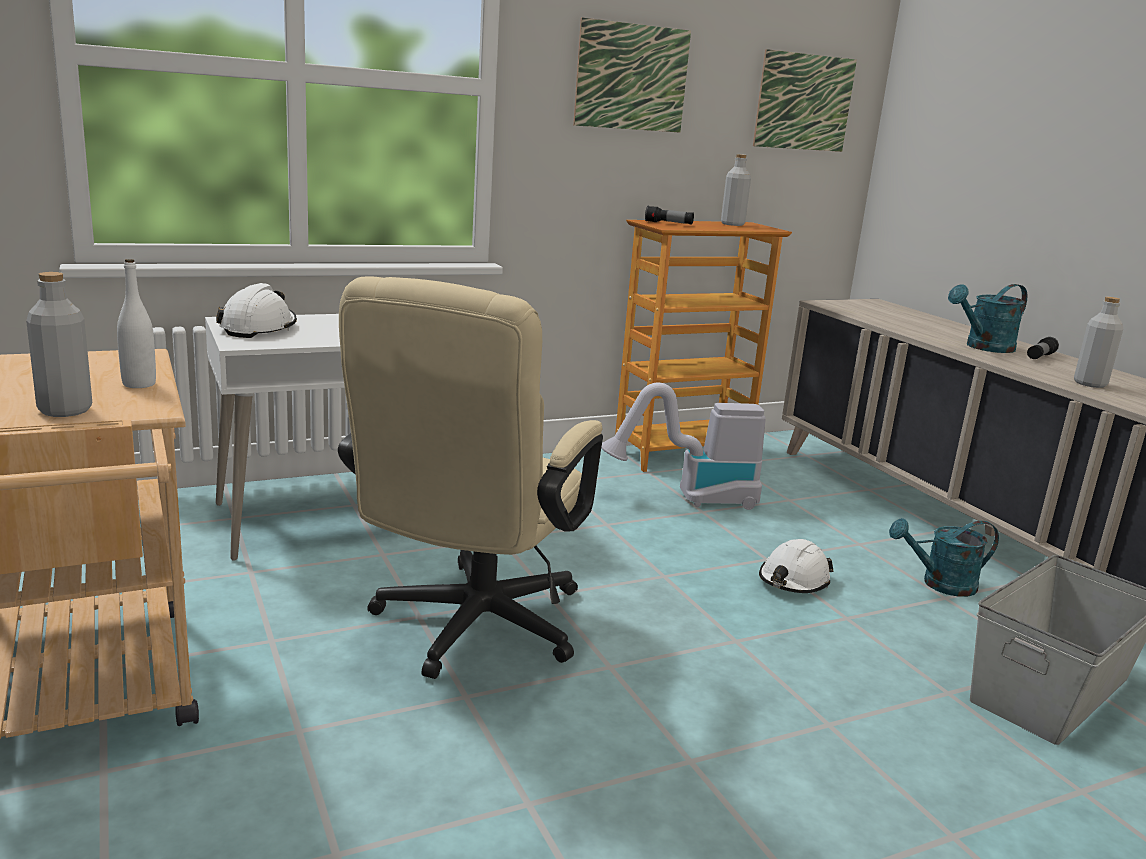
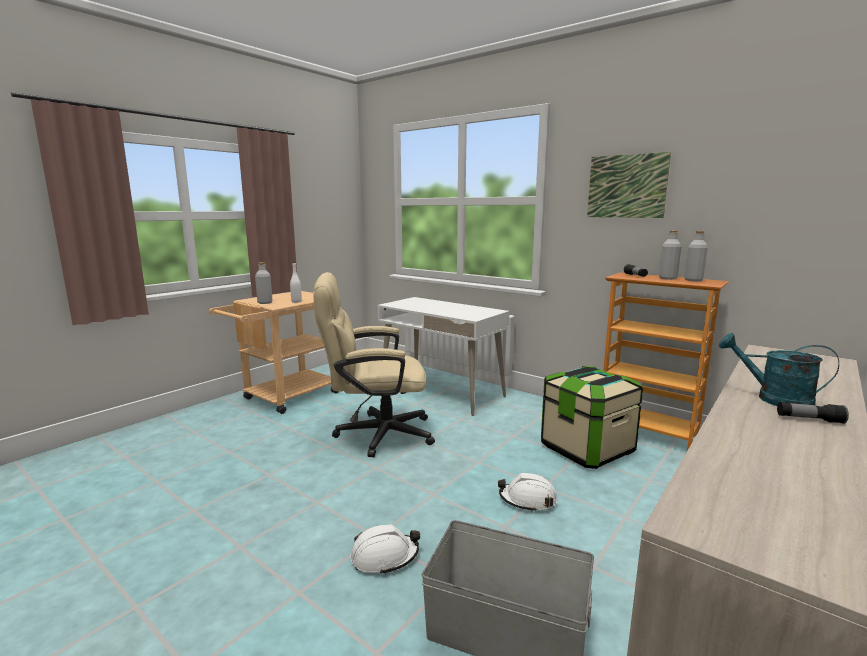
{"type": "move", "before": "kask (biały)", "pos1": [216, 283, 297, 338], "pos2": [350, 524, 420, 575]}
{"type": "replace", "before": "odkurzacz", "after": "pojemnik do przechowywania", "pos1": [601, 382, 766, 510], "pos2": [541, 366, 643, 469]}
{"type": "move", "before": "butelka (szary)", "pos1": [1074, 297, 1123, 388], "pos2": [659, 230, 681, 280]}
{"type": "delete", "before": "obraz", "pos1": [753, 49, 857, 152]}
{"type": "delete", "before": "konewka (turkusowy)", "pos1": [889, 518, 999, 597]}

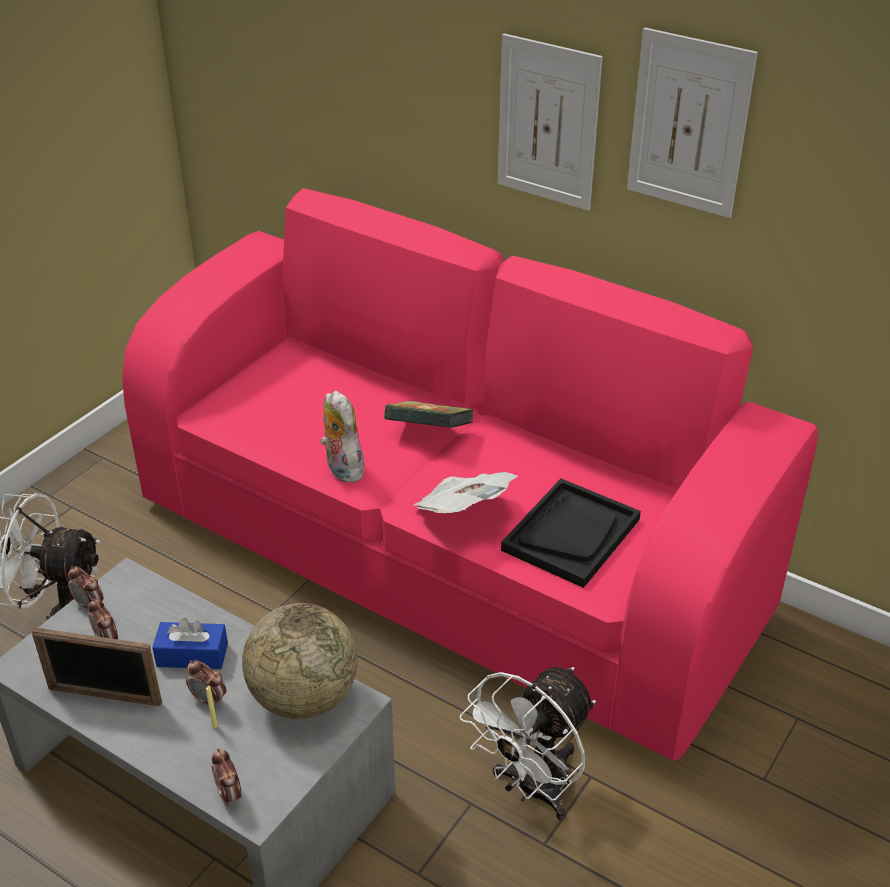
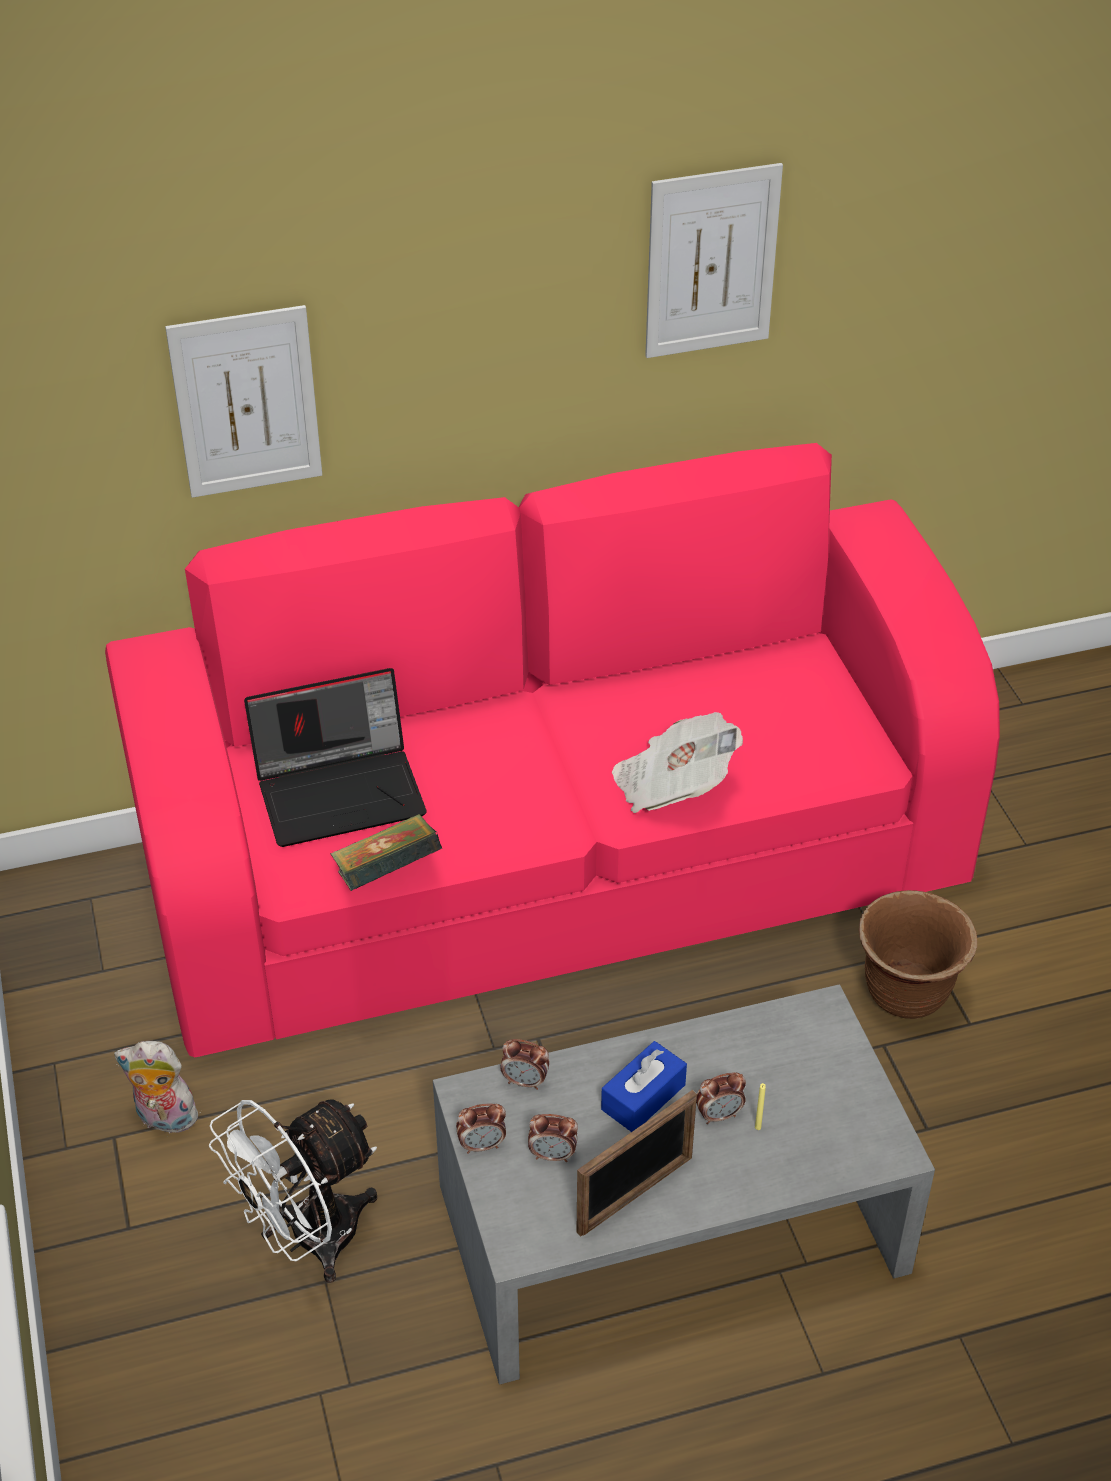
{"type": "move", "before": "pluszak", "pos1": [320, 390, 365, 483], "pos2": [114, 1041, 198, 1133]}
{"type": "move", "before": "obraz", "pos1": [498, 34, 603, 211], "pos2": [165, 305, 322, 498]}
{"type": "insert", "after": "laptop", "pos2": [244, 668, 427, 847]}
{"type": "move", "before": "książka", "pos1": [384, 401, 474, 428], "pos2": [330, 814, 442, 891]}
{"type": "move", "before": "budzik", "pos1": [211, 748, 241, 807], "pos2": [500, 1039, 549, 1090]}
{"type": "replace", "before": "wentylator (biały)", "after": "donica (brązowy)", "pos1": [460, 667, 596, 820], "pos2": [859, 890, 977, 1019]}
{"type": "delete", "before": "globus", "pos1": [242, 603, 357, 720]}
{"type": "delete", "before": "taca (czarny)", "pos1": [501, 479, 641, 588]}

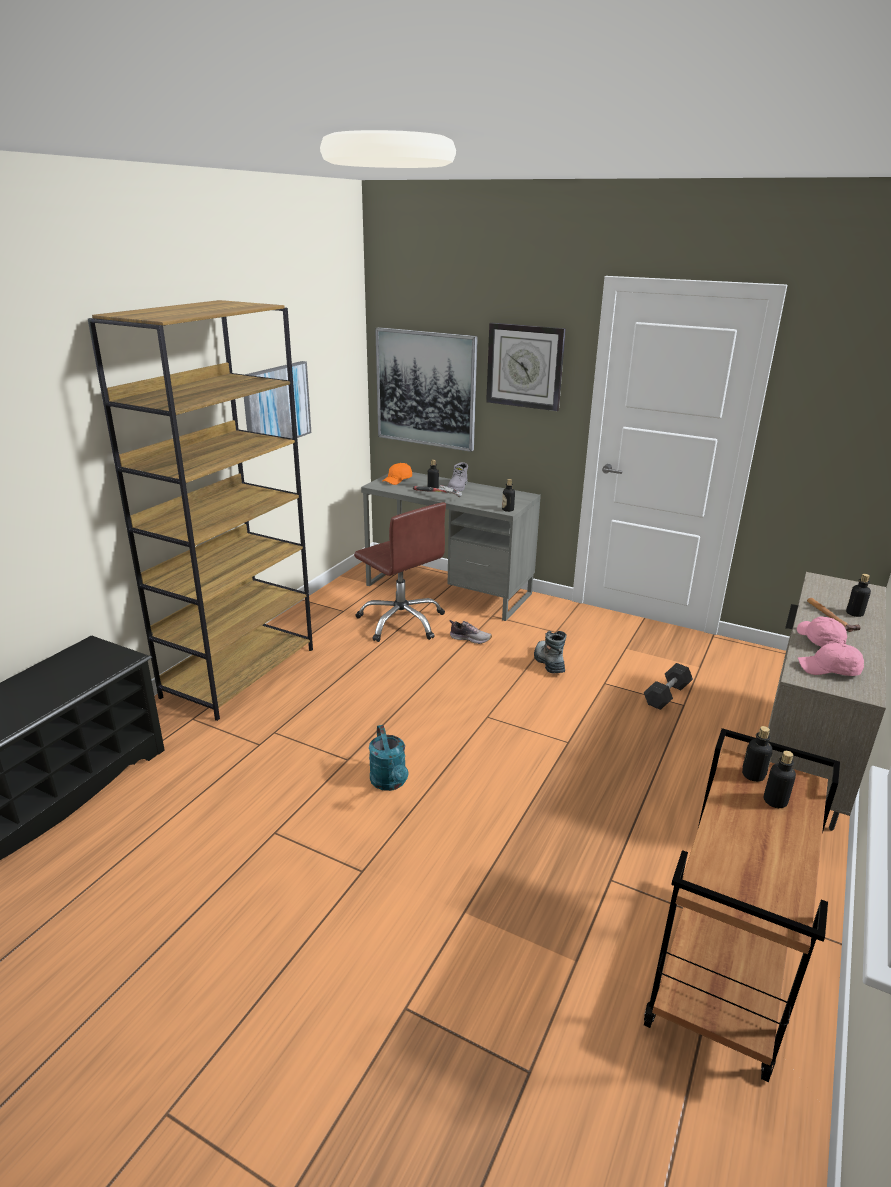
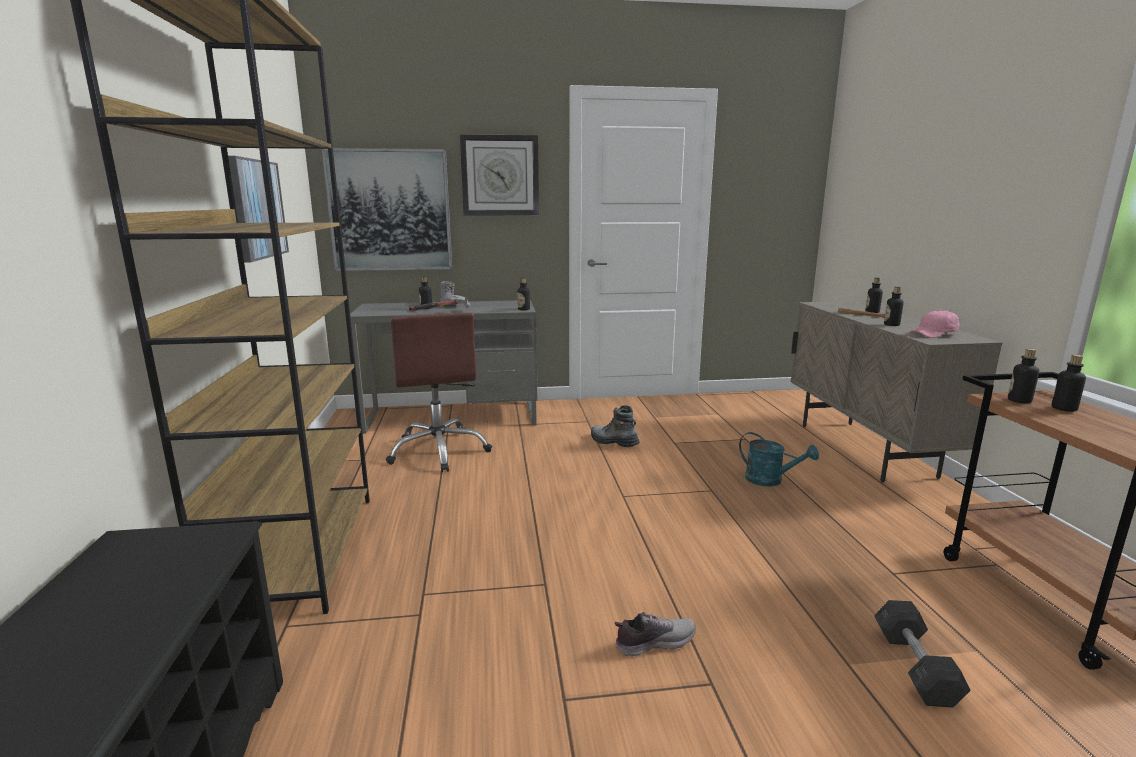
{"type": "rotate", "before": "krzesło biurowe (brązowy)", "pos1": [354, 502, 446, 642], "pos2": [386, 313, 492, 472], "turn": 60}
{"type": "move", "before": "but", "pos1": [450, 620, 492, 644], "pos2": [615, 612, 696, 657]}
{"type": "move", "before": "konewka (turkusowy)", "pos1": [369, 725, 409, 791], "pos2": [739, 432, 819, 486]}
{"type": "move", "before": "hantel (szary)", "pos1": [644, 663, 693, 710], "pos2": [874, 600, 971, 708]}
{"type": "replace", "before": "czapka z daszkiem (różowy)", "after": "butelka", "pos1": [797, 616, 847, 647], "pos2": [884, 287, 904, 326]}
{"type": "delete", "before": "czapka z daszkiem (pomarańczowy)", "pos1": [382, 463, 412, 485]}

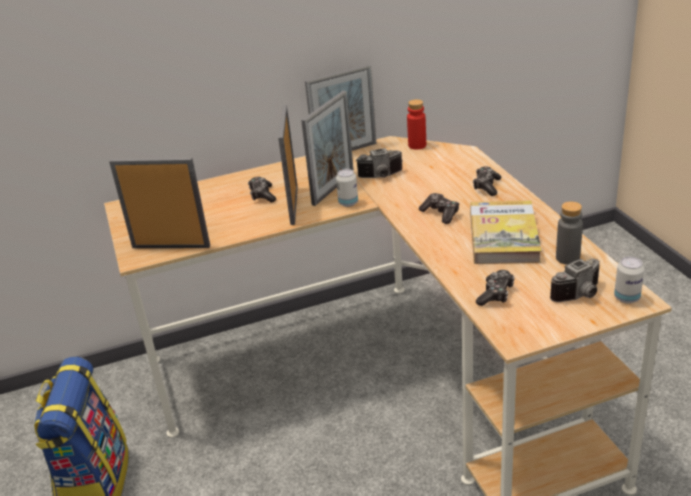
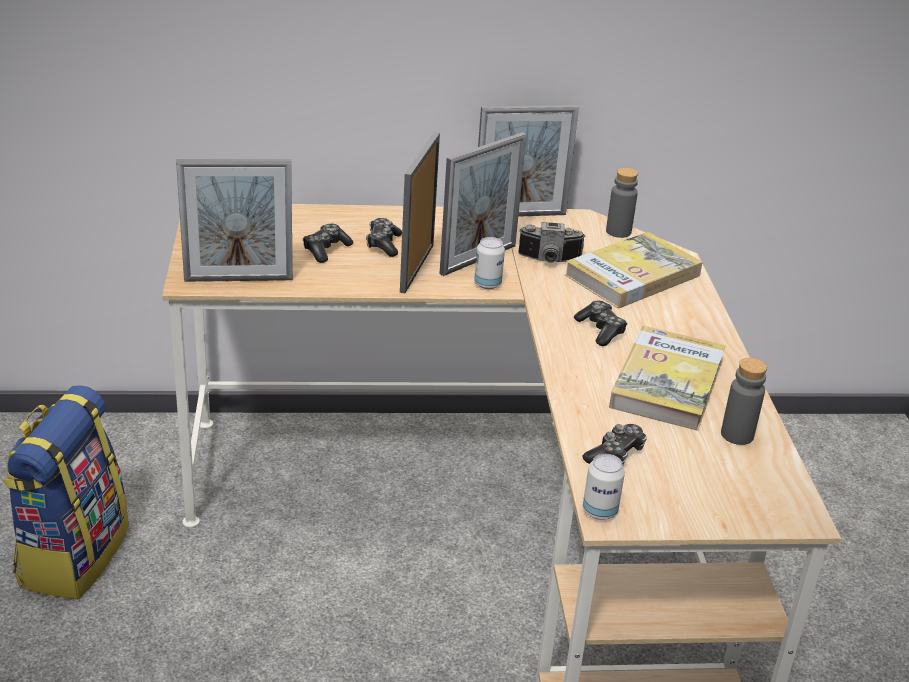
{"type": "rotate", "before": "ramka na zdjęcie", "pos1": [109, 158, 210, 248], "pos2": [176, 159, 293, 282], "turn": 150}
{"type": "move", "before": "pad do gier", "pos1": [473, 167, 501, 196], "pos2": [303, 224, 353, 263]}
{"type": "insert", "after": "książka", "pos2": [565, 232, 702, 308]}
{"type": "move", "before": "puszka", "pos1": [614, 256, 644, 304], "pos2": [583, 454, 625, 520]}
{"type": "recolor", "before": "butelka (czerwony)", "after": "butelka (szary)", "pos1": [407, 99, 426, 150], "pos2": [606, 168, 638, 238]}
{"type": "delete", "before": "aparat fotograficzny", "pos1": [550, 259, 600, 302]}

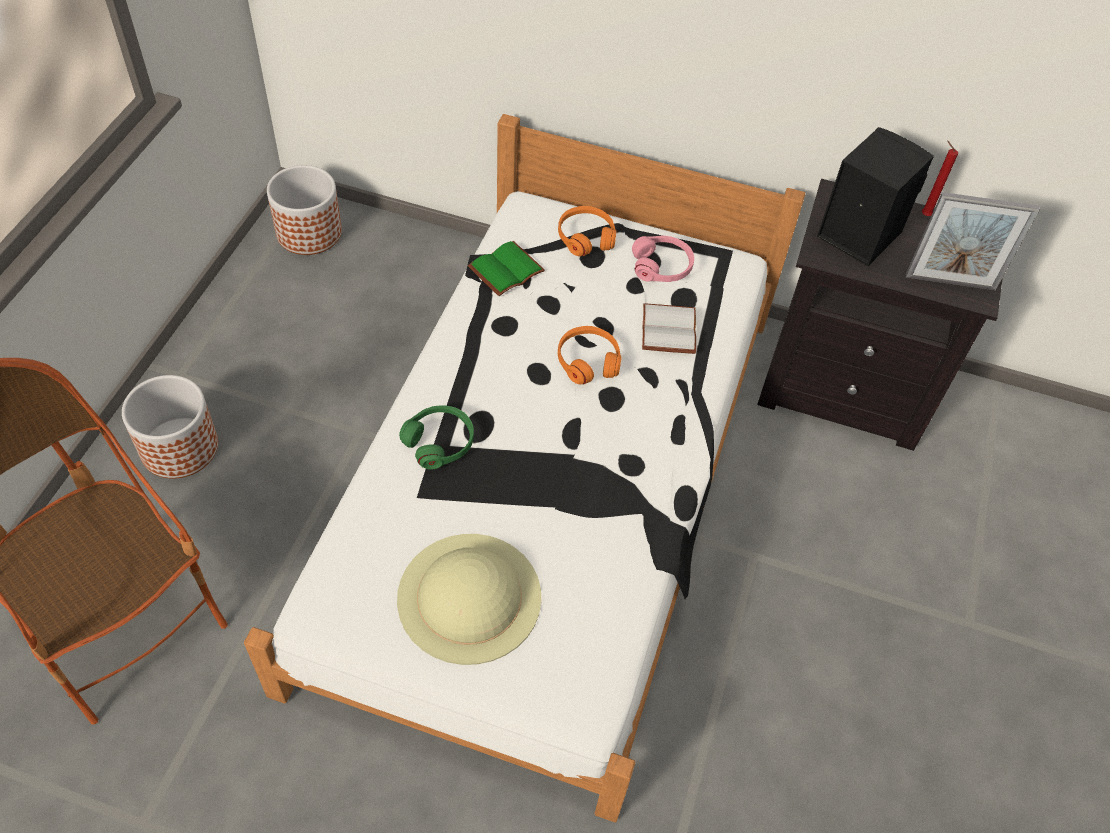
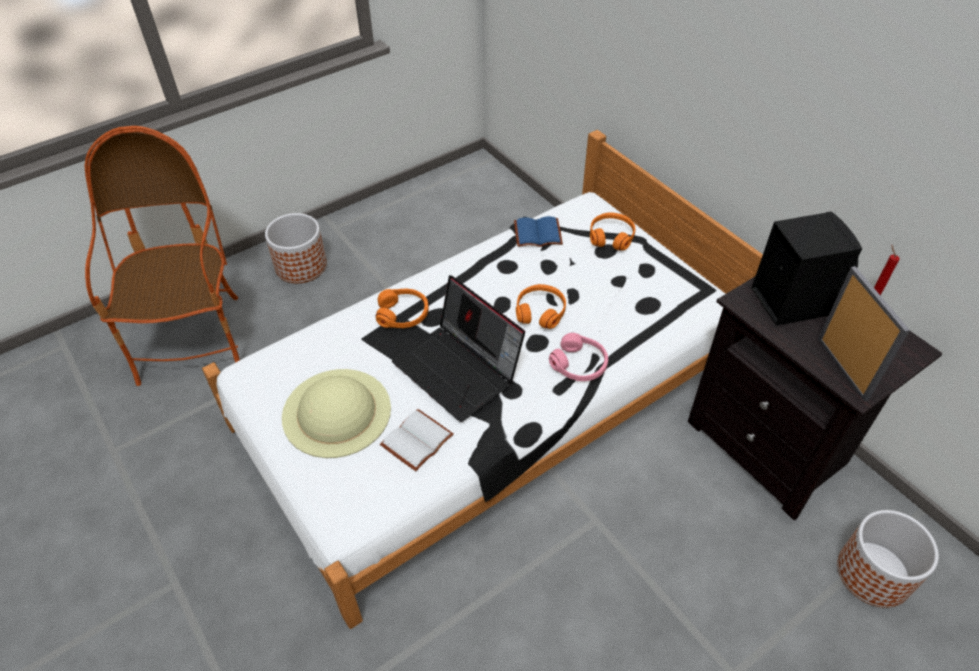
{"type": "recolor", "before": "słuchawki (zielony)", "after": "słuchawki (pomarańczowy)", "pos1": [399, 405, 474, 470], "pos2": [376, 288, 429, 328]}
{"type": "move", "before": "książka (biały)", "pos1": [642, 303, 696, 354], "pos2": [380, 409, 454, 471]}
{"type": "insert", "after": "laptop", "pos2": [392, 275, 525, 422]}
{"type": "recolor", "before": "książka (zielony)", "after": "książka (niebieski)", "pos1": [468, 241, 545, 296], "pos2": [514, 216, 563, 247]}
{"type": "move", "before": "słuchawki (różowy)", "pos1": [632, 236, 694, 282], "pos2": [549, 333, 608, 381]}
{"type": "rotate", "before": "ramka na zdjęcie", "pos1": [906, 192, 1040, 290], "pos2": [818, 266, 910, 402], "turn": -150}
{"type": "move", "before": "donica", "pos1": [267, 165, 342, 255], "pos2": [837, 510, 939, 608]}

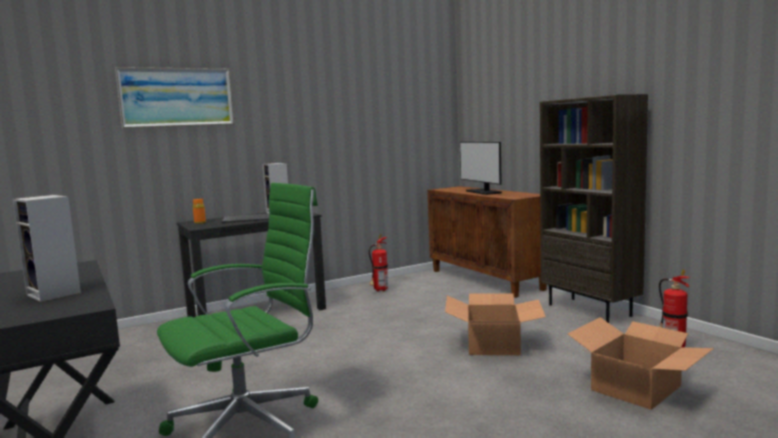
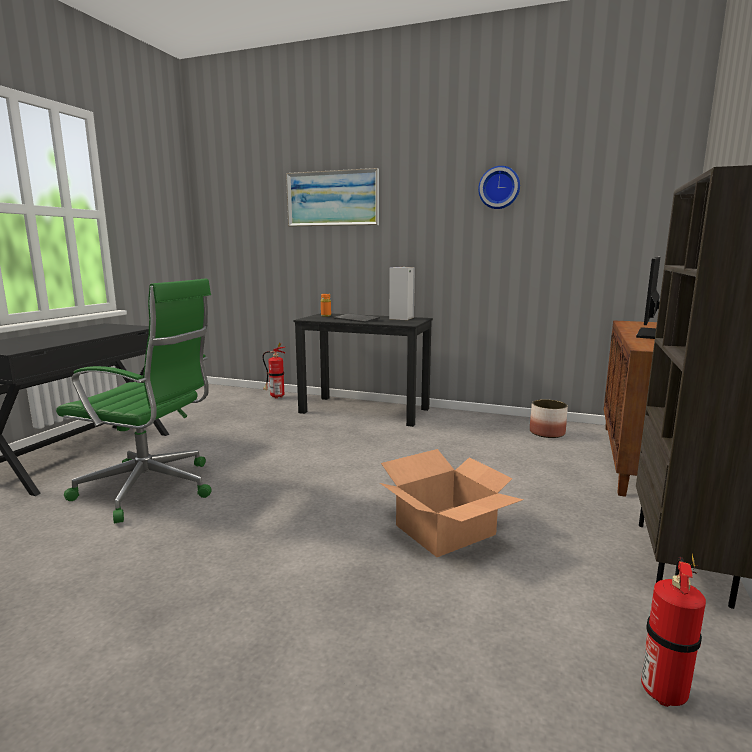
{"type": "move", "before": "gaśnica", "pos1": [369, 234, 388, 292], "pos2": [262, 343, 285, 398]}
{"type": "insert", "after": "zegar ścienny", "pos2": [478, 166, 520, 209]}
{"type": "insert", "after": "donica", "pos2": [530, 399, 568, 438]}
{"type": "delete", "before": "głośnik", "pos1": [13, 195, 81, 302]}
{"type": "delete", "before": "karton", "pos1": [568, 317, 714, 410]}

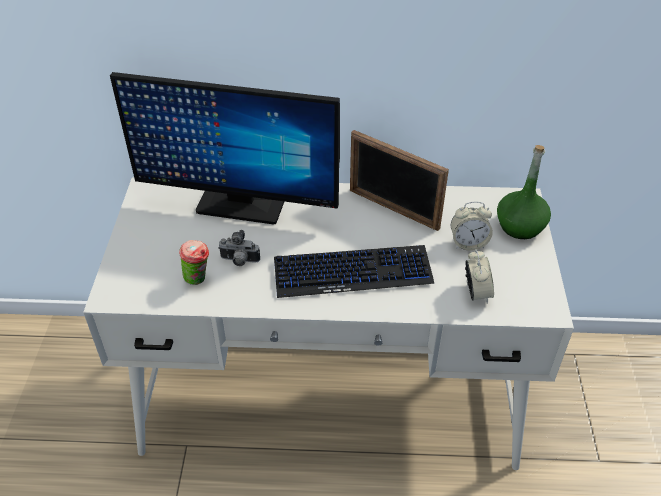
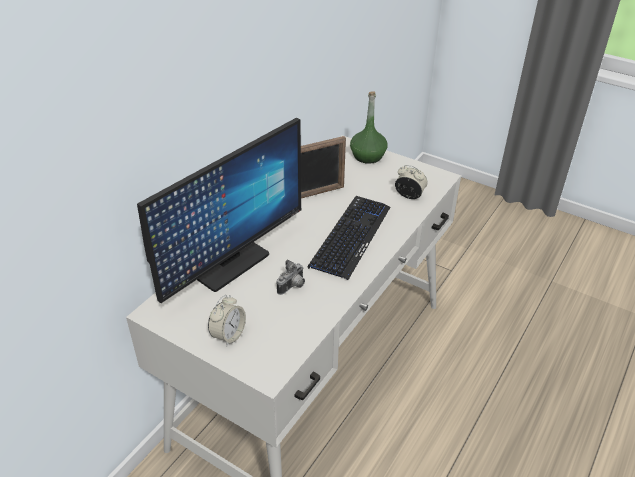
{"type": "move", "before": "budzik", "pos1": [451, 202, 493, 251], "pos2": [208, 295, 246, 346]}
{"type": "delete", "before": "filiżanka", "pos1": [179, 240, 209, 285]}

